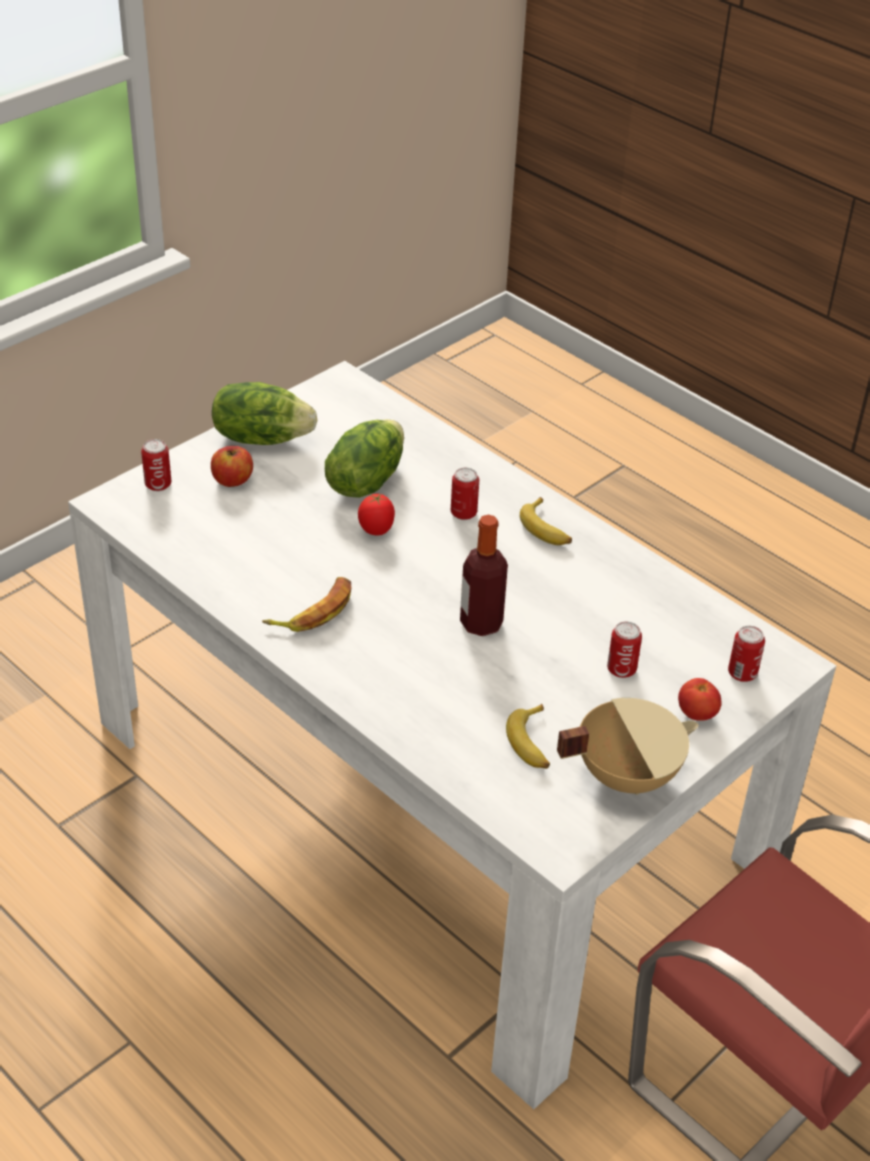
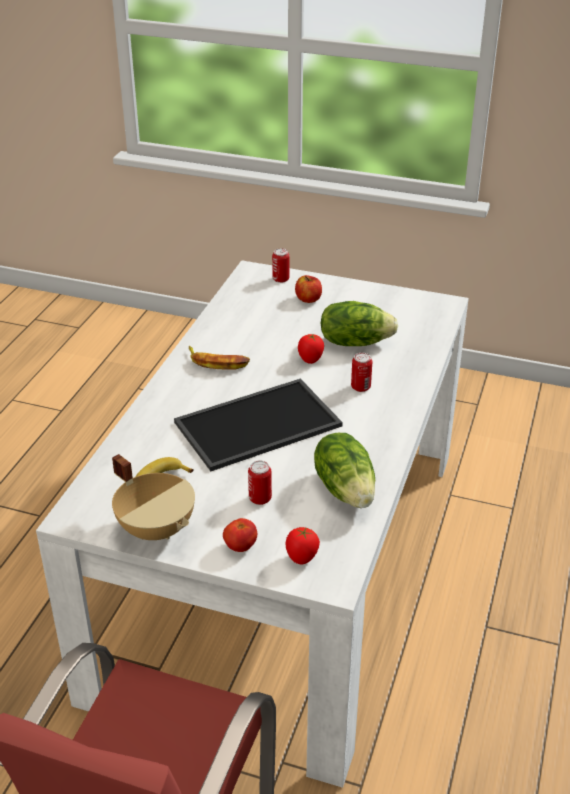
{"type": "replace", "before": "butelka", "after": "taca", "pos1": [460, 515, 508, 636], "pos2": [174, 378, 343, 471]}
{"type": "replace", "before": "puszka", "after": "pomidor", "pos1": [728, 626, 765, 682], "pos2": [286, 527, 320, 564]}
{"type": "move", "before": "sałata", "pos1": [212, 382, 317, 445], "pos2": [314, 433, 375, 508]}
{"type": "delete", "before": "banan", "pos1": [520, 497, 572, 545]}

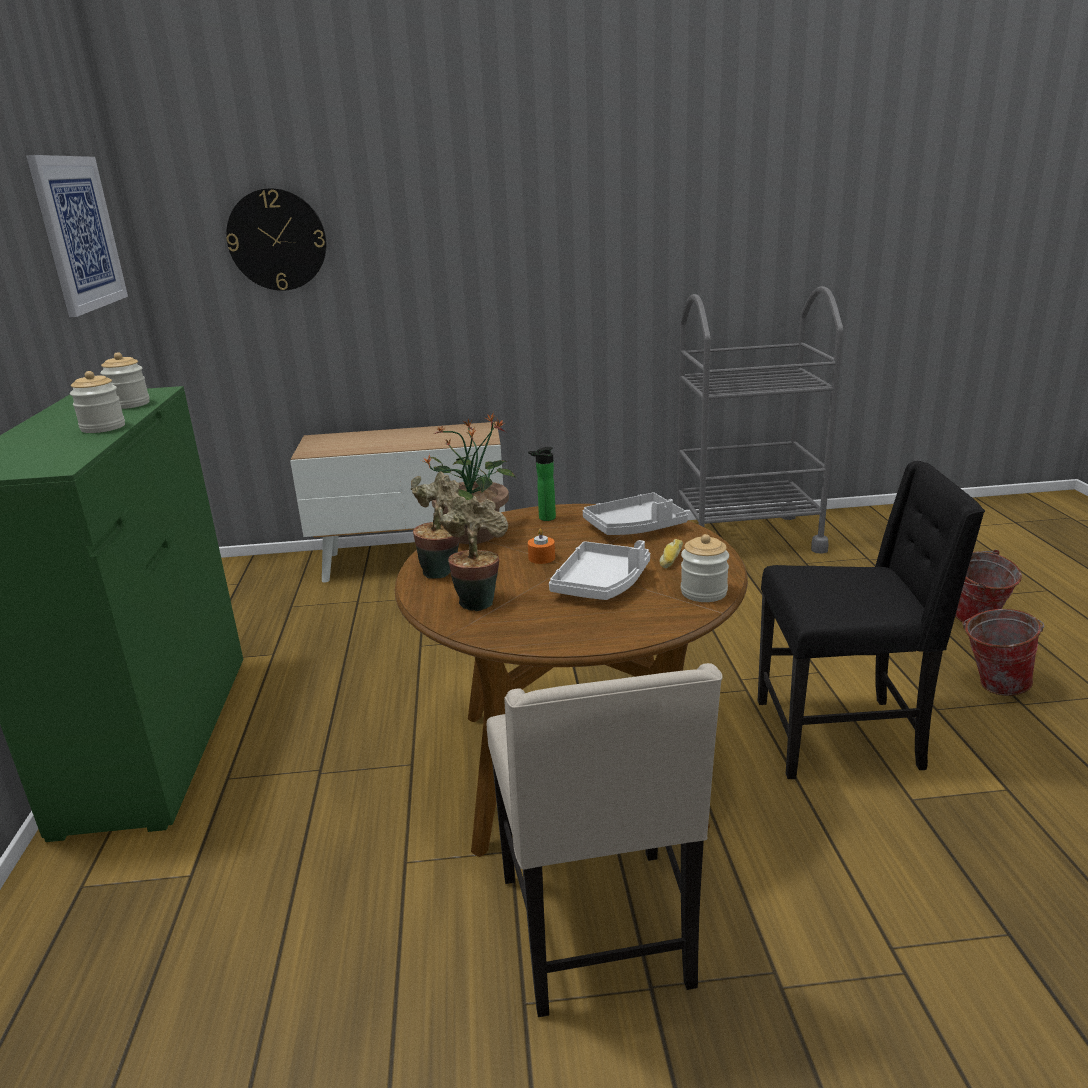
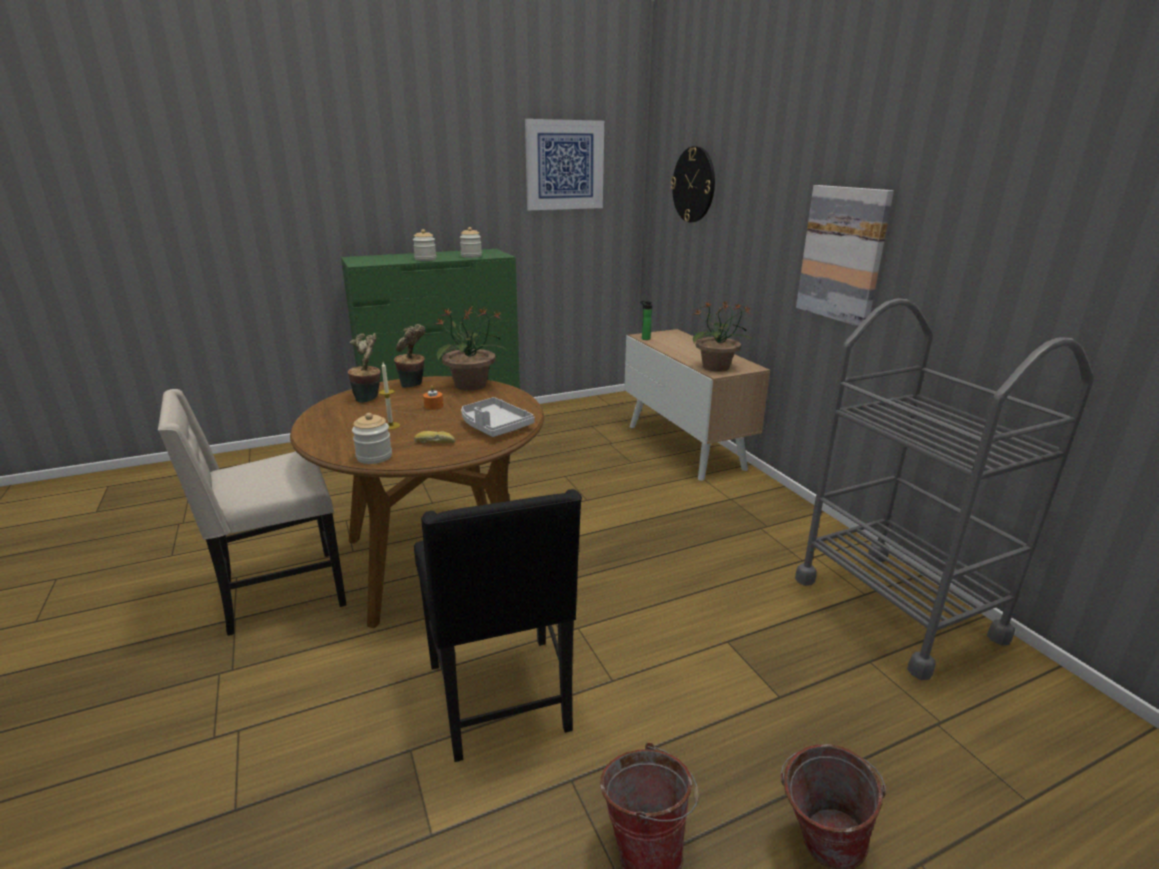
{"type": "replace", "before": "taca (biały)", "after": "świeca", "pos1": [549, 540, 650, 600], "pos2": [379, 362, 400, 430]}
{"type": "move", "before": "butelka", "pos1": [528, 447, 556, 521], "pos2": [640, 301, 652, 340]}
{"type": "insert", "after": "roślina doniczkowa", "pos2": [693, 301, 753, 372]}
{"type": "insert", "after": "obraz", "pos2": [796, 185, 894, 326]}

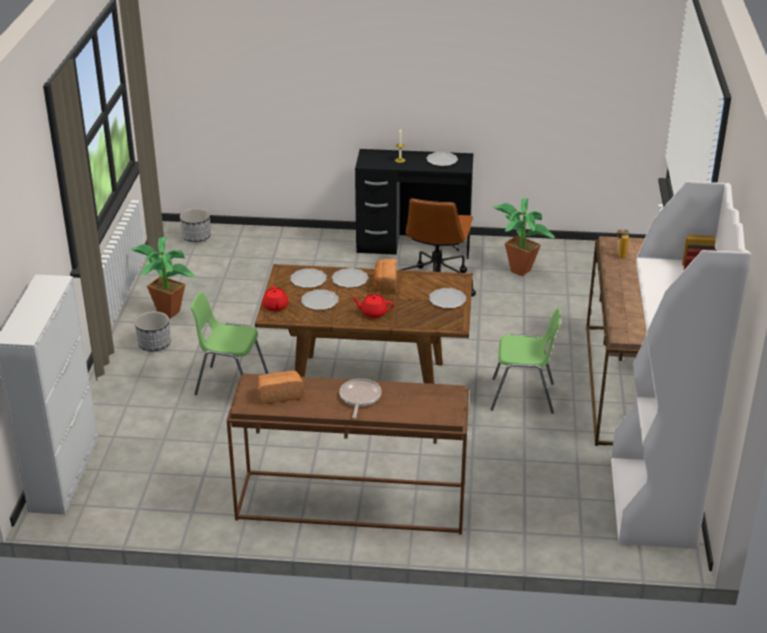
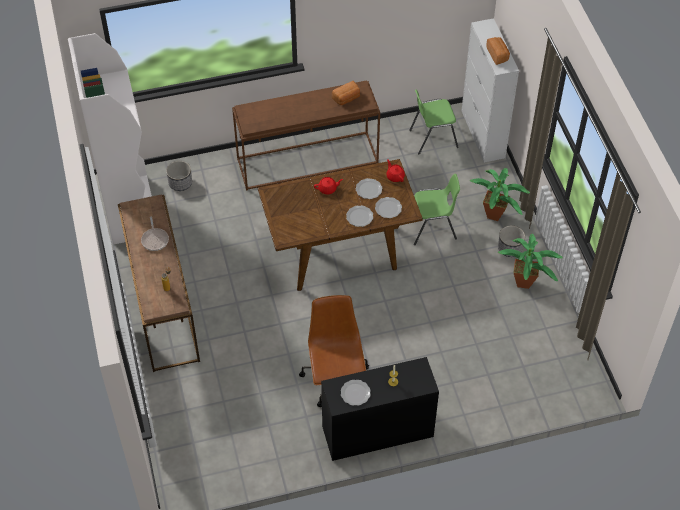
{"type": "move", "before": "patelnia", "pos1": [339, 379, 382, 418], "pos2": [141, 216, 169, 251]}
{"type": "move", "before": "donica", "pos1": [180, 208, 211, 242], "pos2": [166, 161, 192, 191]}
{"type": "move", "before": "krzesło (zielony)", "pos1": [490, 308, 561, 414], "pos2": [409, 90, 459, 155]}
{"type": "move", "before": "roślina doniczkowa", "pos1": [493, 198, 555, 276], "pos2": [470, 168, 530, 221]}
{"type": "move", "before": "chleb", "pos1": [374, 259, 397, 293], "pos2": [486, 37, 510, 65]}
{"type": "delete", "before": "talerz", "pos1": [429, 288, 466, 308]}

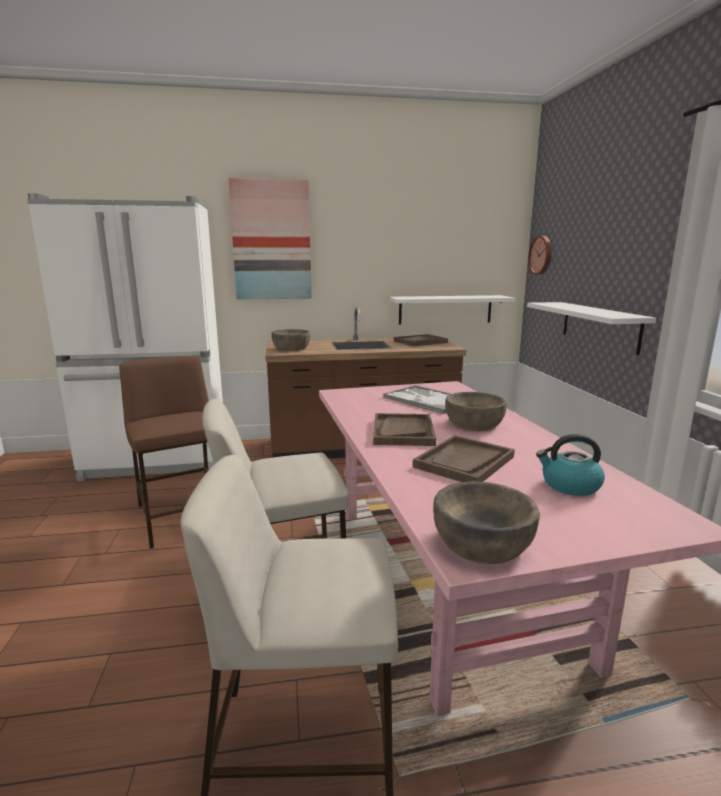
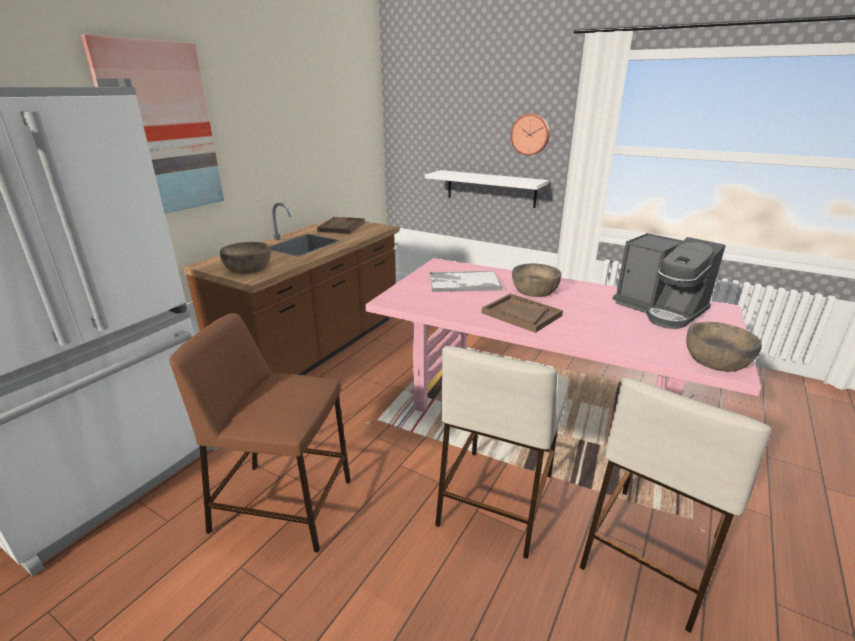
{"type": "move", "before": "zegar ścienny", "pos1": [528, 236, 552, 275], "pos2": [511, 114, 550, 156]}
{"type": "replace", "before": "czajnik", "after": "ekspres do kawy", "pos1": [536, 434, 605, 496], "pos2": [613, 233, 726, 329]}
{"type": "delete", "before": "półka (biały)", "pos1": [389, 295, 516, 325]}
{"type": "delete", "before": "taca (brązowy)", "pos1": [413, 435, 515, 482]}

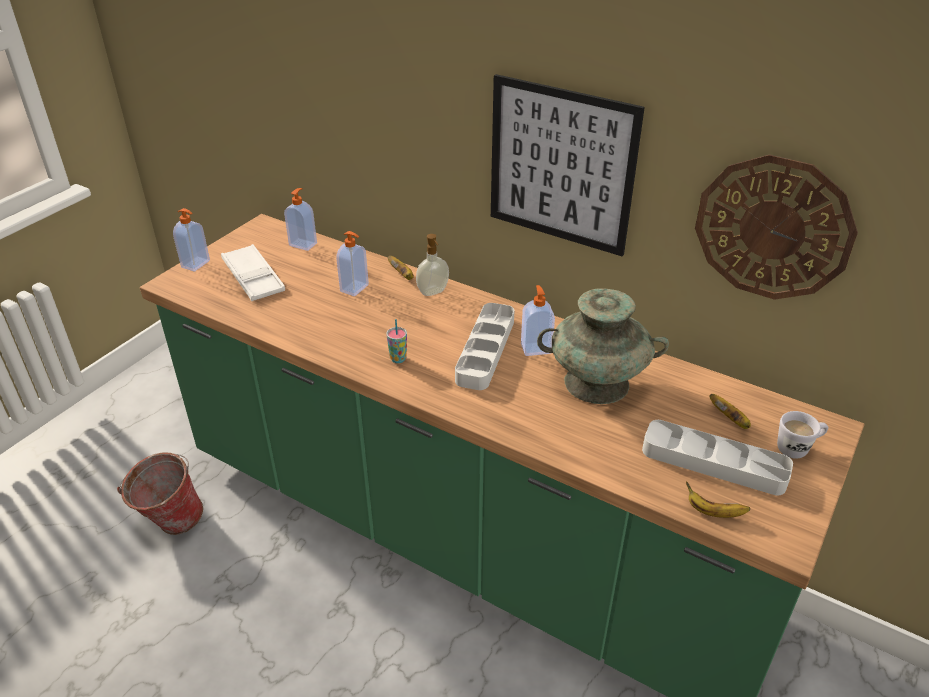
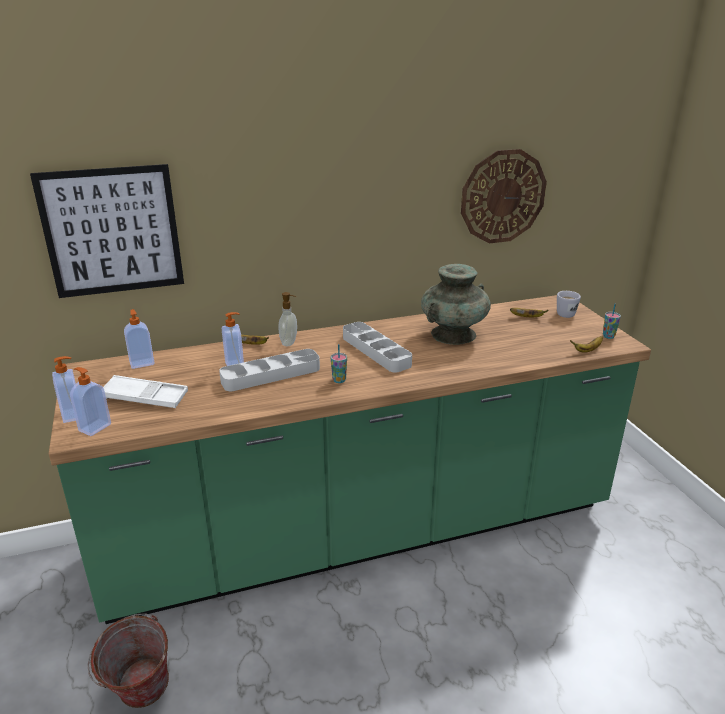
{"type": "move", "before": "obraz", "pos1": [491, 74, 645, 256], "pos2": [30, 164, 184, 298]}
{"type": "move", "before": "dozownik mydła", "pos1": [521, 285, 555, 356], "pos2": [70, 367, 111, 436]}
{"type": "move", "before": "taca (szary)", "pos1": [642, 420, 793, 496], "pos2": [219, 349, 320, 391]}
{"type": "insert", "after": "filiżanka", "pos2": [603, 304, 621, 339]}

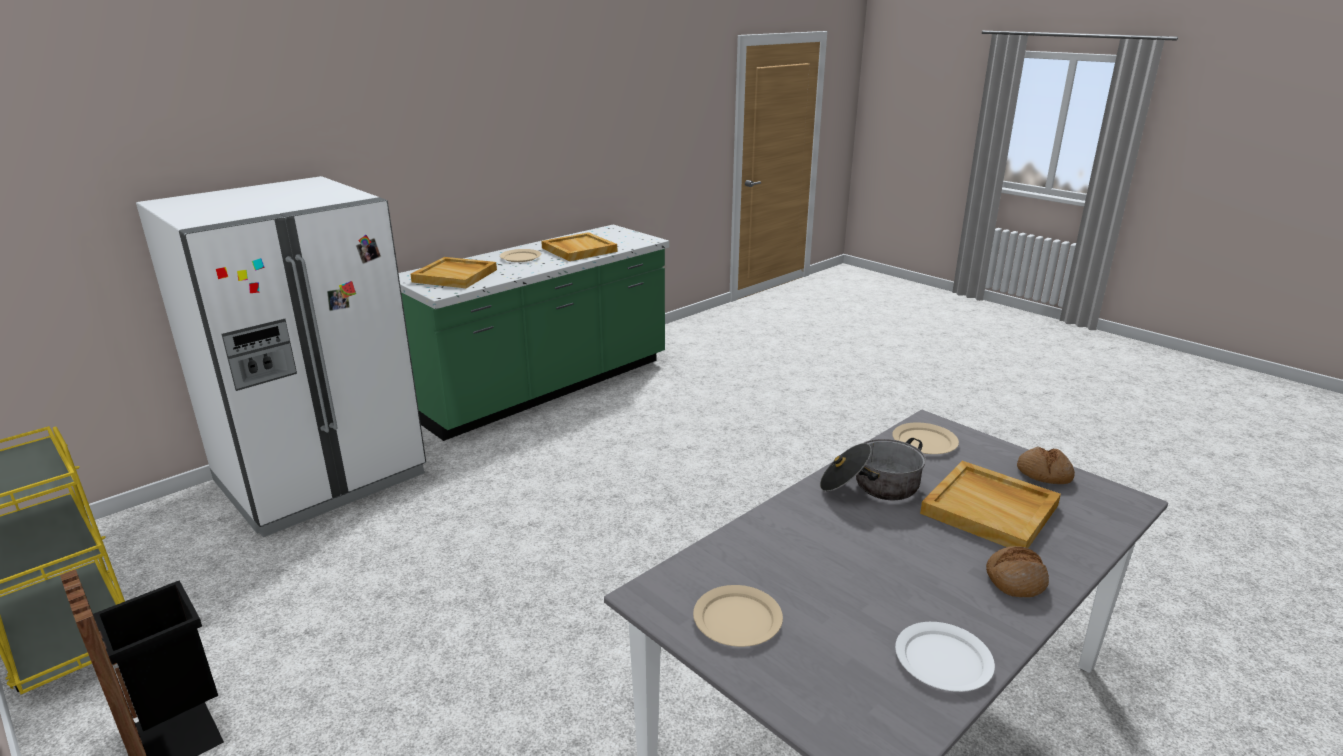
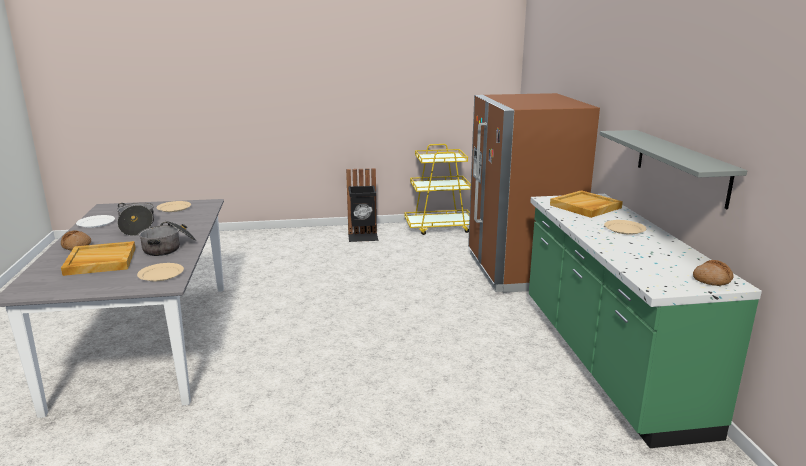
{"type": "insert", "after": "garnek", "pos2": [117, 203, 154, 236]}
{"type": "recolor", "before": "lodówka (biały)", "after": "lodówka (brązowy)", "pos1": [136, 176, 426, 537], "pos2": [468, 93, 600, 293]}
{"type": "insert", "after": "półka (szary)", "pos2": [600, 130, 747, 209]}
{"type": "move", "before": "chleb", "pos1": [1017, 447, 1075, 484], "pos2": [693, 260, 734, 286]}
{"type": "delete", "before": "taca (beżowy)", "pos1": [541, 232, 617, 261]}

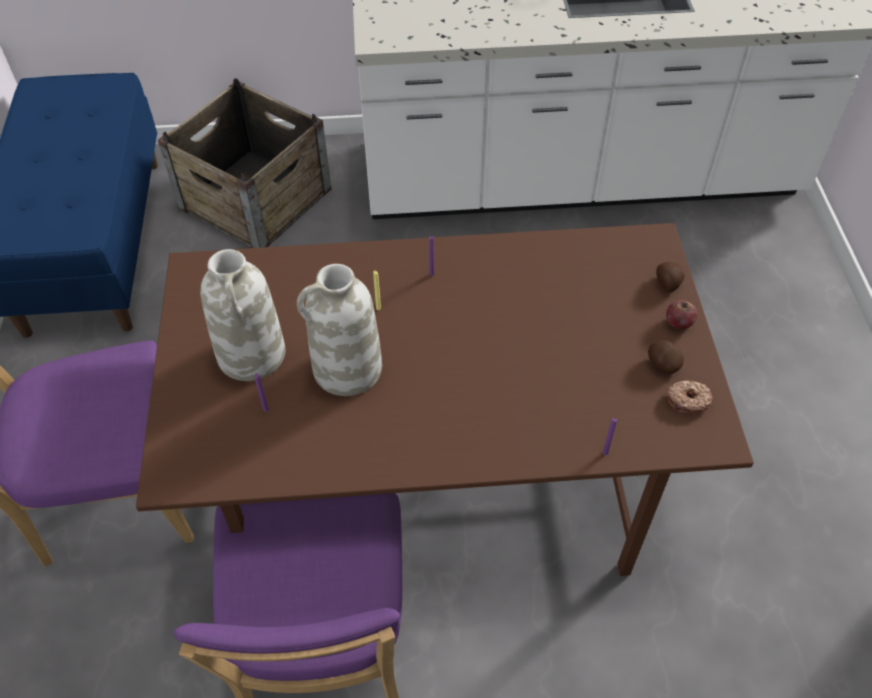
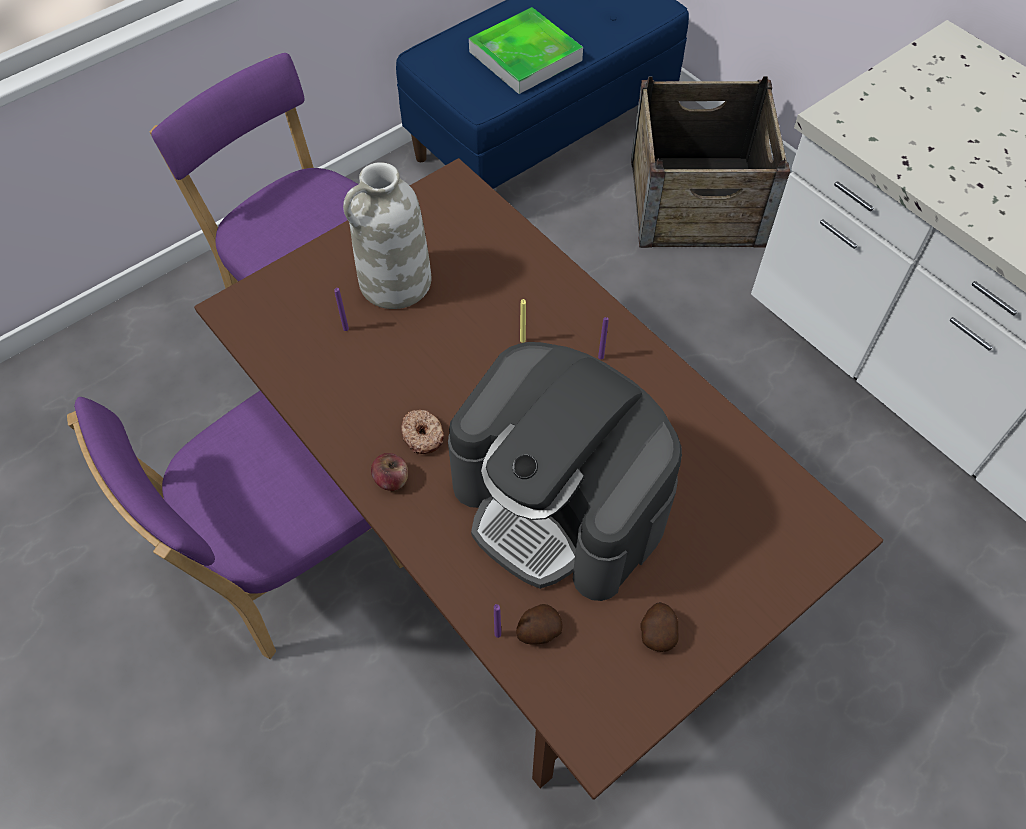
{"type": "move", "before": "jabłko", "pos1": [666, 301, 697, 329], "pos2": [371, 453, 408, 491]}
{"type": "move", "before": "donut", "pos1": [667, 380, 713, 414], "pos2": [401, 409, 445, 454]}
{"type": "insert", "after": "ekspres do kawy", "pos2": [448, 342, 682, 601]}
{"type": "insert", "after": "taca", "pos2": [469, 7, 583, 94]}
{"type": "move", "before": "ziemniak", "pos1": [656, 262, 685, 292], "pos2": [516, 604, 563, 645]}
{"type": "delete", "before": "wazon (biały)", "pos1": [297, 264, 382, 396]}

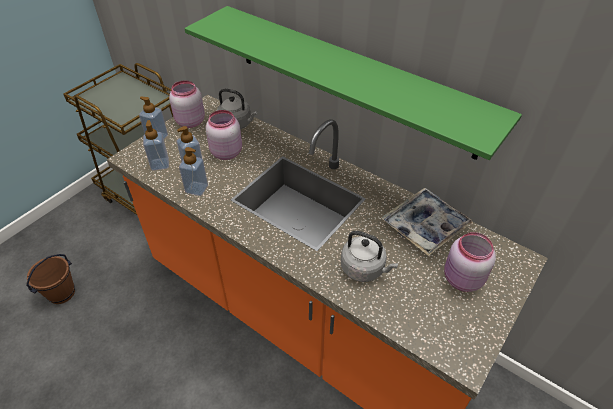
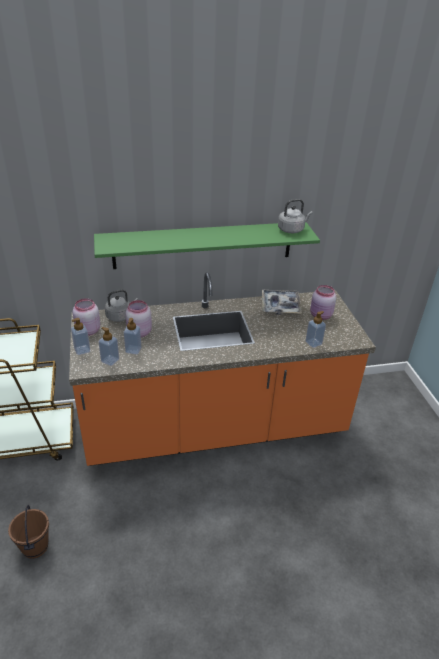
{"type": "move", "before": "czajnik (szary)", "pos1": [341, 231, 398, 282], "pos2": [278, 199, 313, 233]}
{"type": "move", "before": "dozownik mydła", "pos1": [179, 147, 208, 196], "pos2": [305, 311, 326, 348]}

